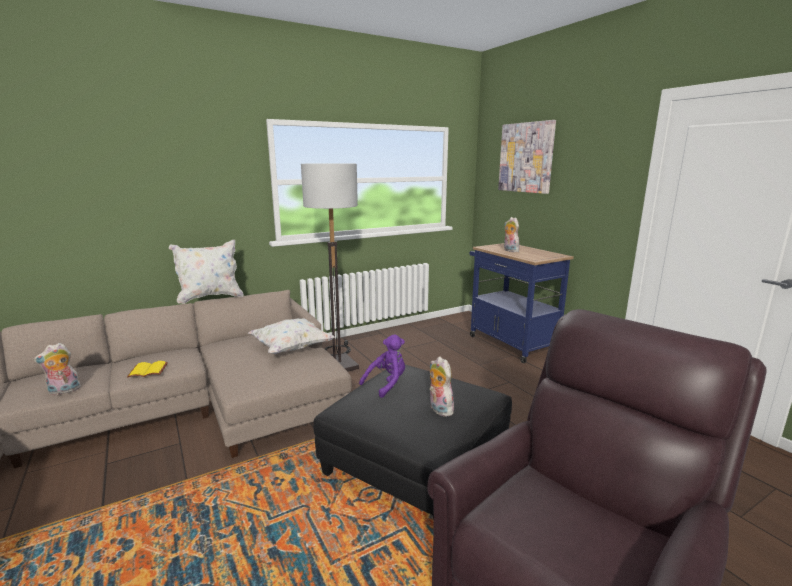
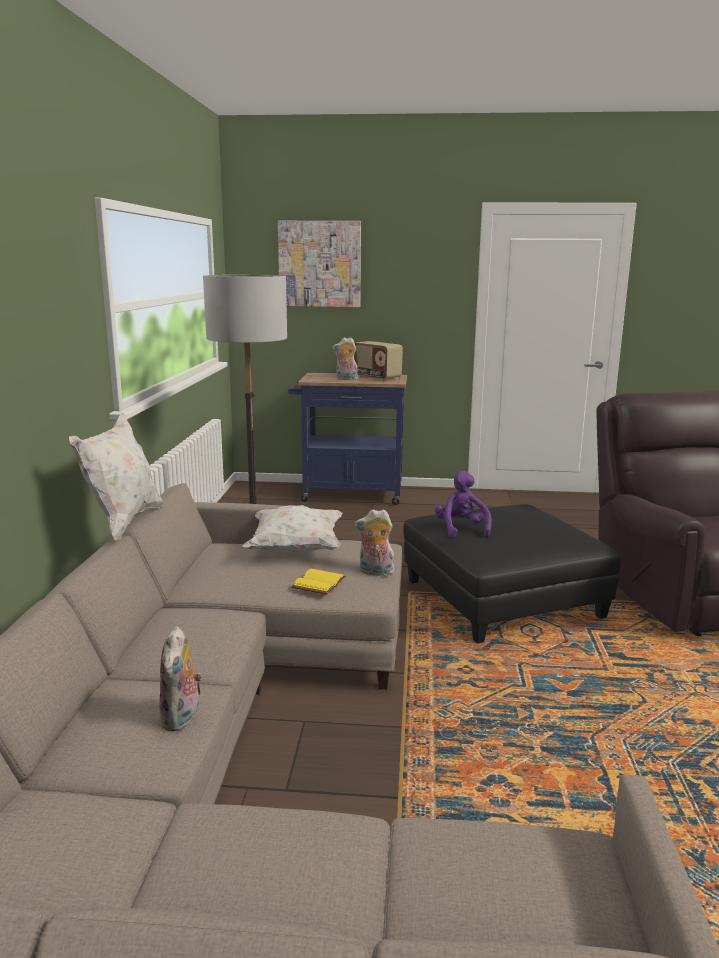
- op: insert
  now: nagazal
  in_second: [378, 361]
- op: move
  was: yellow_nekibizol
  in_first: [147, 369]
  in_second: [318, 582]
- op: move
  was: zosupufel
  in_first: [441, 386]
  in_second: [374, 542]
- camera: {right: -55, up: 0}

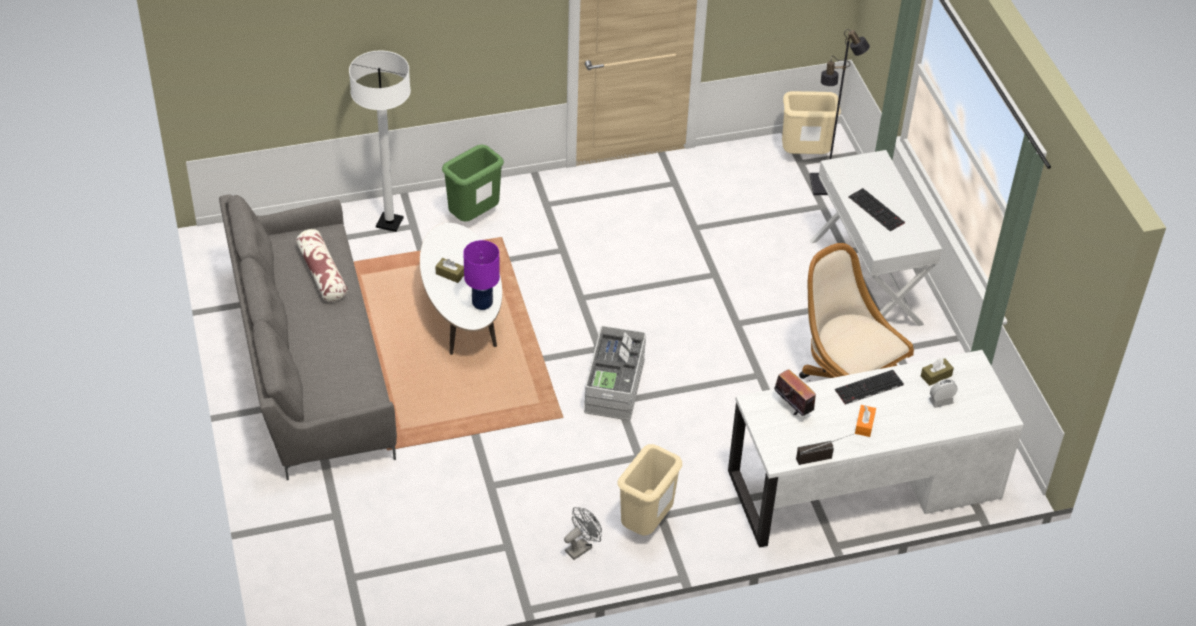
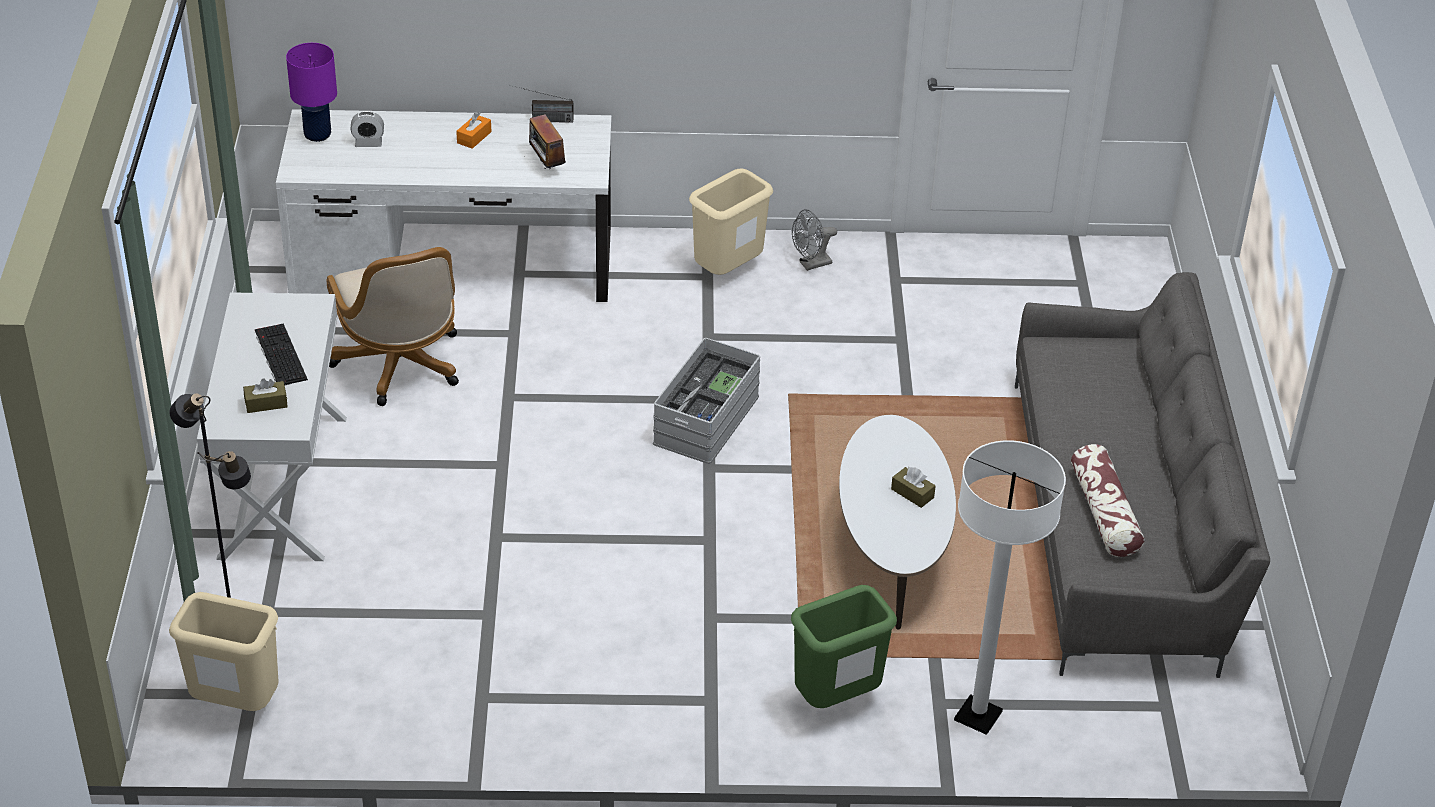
- op: delete
  was: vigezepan
  in_first: [869, 387]
- op: move
  was: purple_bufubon
  in_first: [481, 275]
  in_second: [311, 92]
- op: move
  was: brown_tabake
  in_first: [937, 372]
  in_second: [265, 395]
- camera: {right: -165, up: -5}

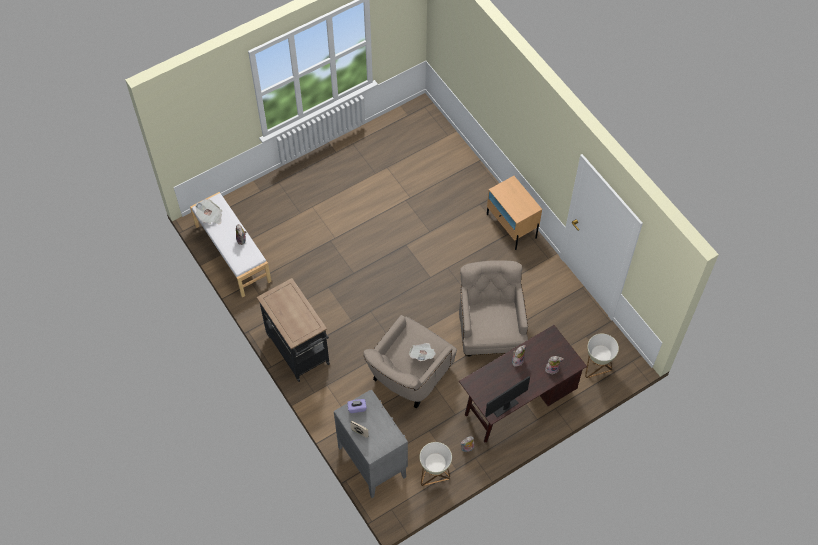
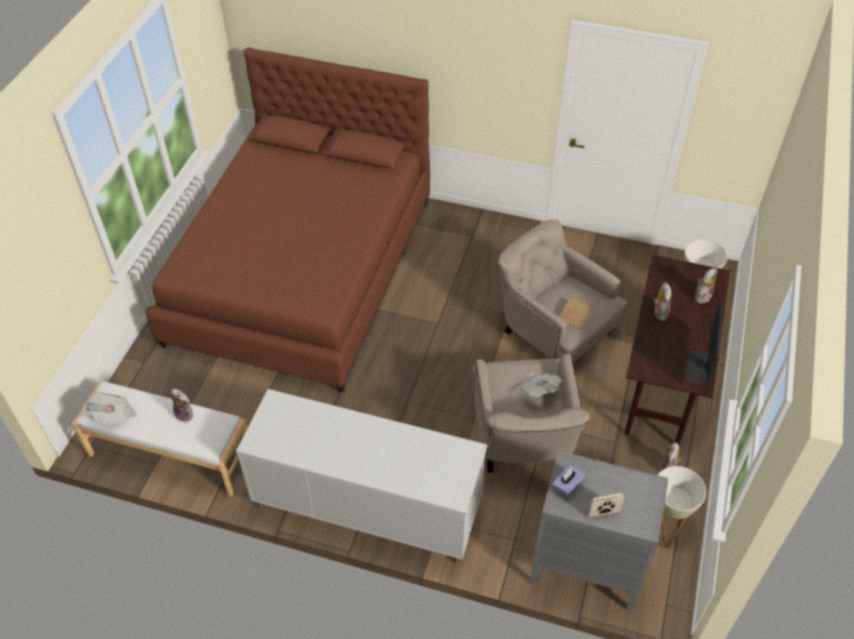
- op: delete
  was: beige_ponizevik
  in_first: [514, 213]
- op: insert
  now: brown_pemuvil
  in_second: [288, 219]
- op: insert
  now: nekibizol
  in_second: [576, 314]
- op: replace
  was: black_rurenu
  now: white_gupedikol
  in_first: [293, 330]
  in_second: [362, 477]
- camera: {right: -40, up: -10}

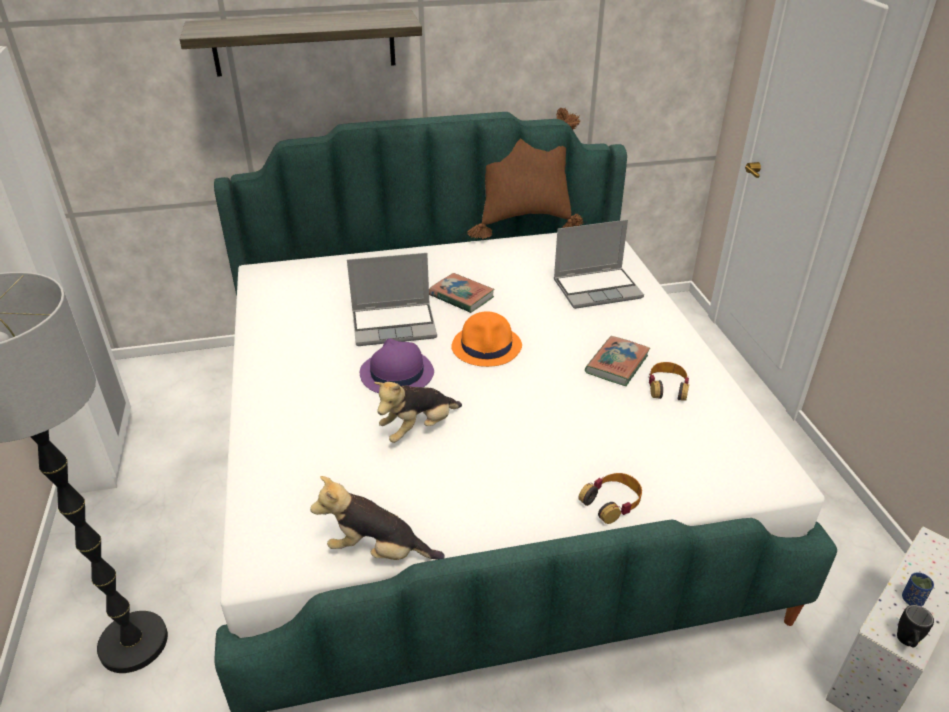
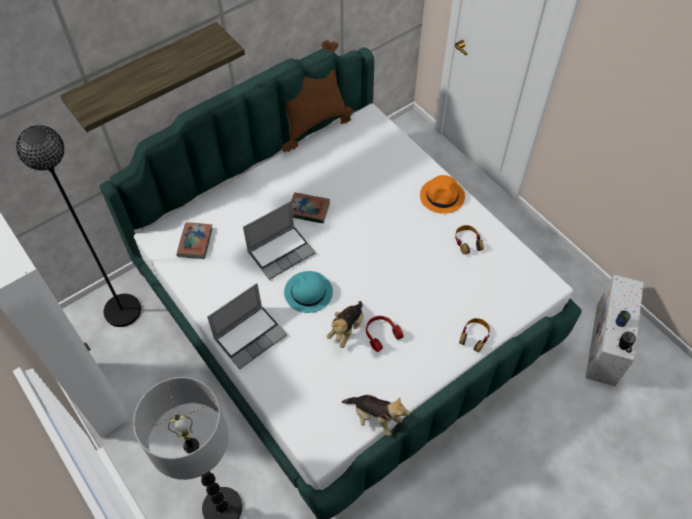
- op: insert
  now: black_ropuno
  in_second: [78, 226]
- op: insert
  now: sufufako
  in_second: [385, 334]
- op: move
  was: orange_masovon
  in_first: [486, 339]
  in_second: [442, 194]
- op: move
  was: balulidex
  in_first: [599, 264]
  in_second: [247, 326]
- op: move
  was: nekibizol
  in_first: [617, 361]
  in_second: [194, 240]
- op: recolor
  was: purple_masovon
  now: turquoise_masovon
  in_first: [397, 365]
  in_second: [308, 292]
- op: rotate
  was: zosupufel
  in_first: [377, 518]
  in_second: [376, 415]
  clockwise: -135
- camera: {right: -25, up: 20}

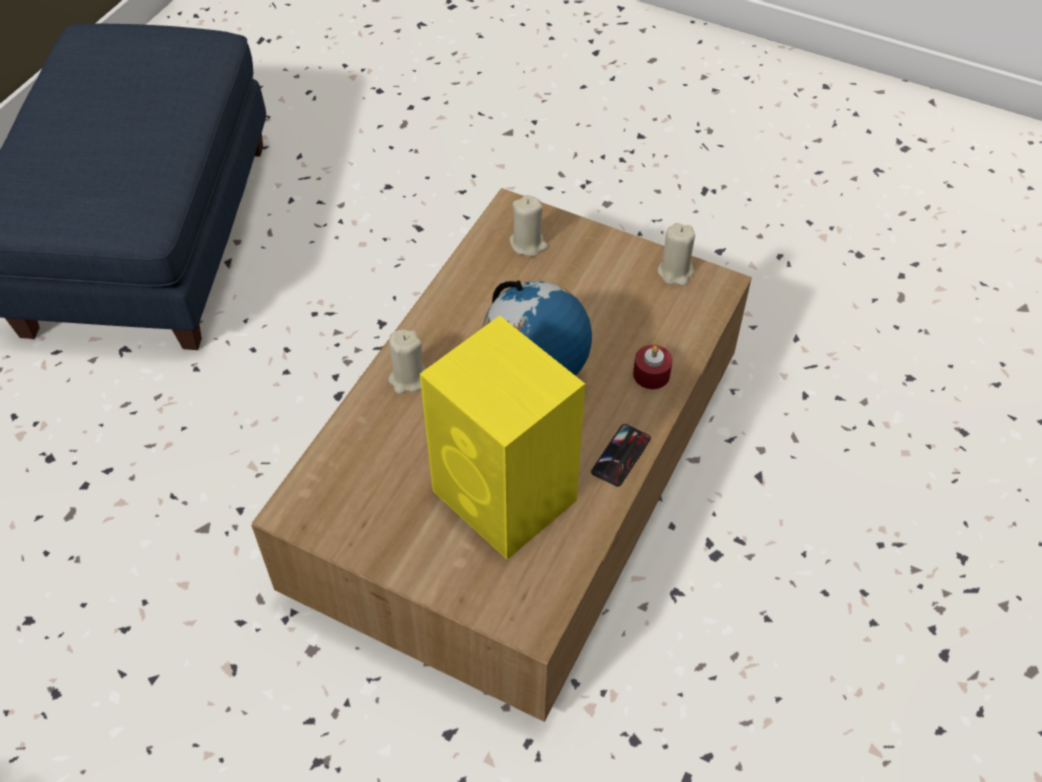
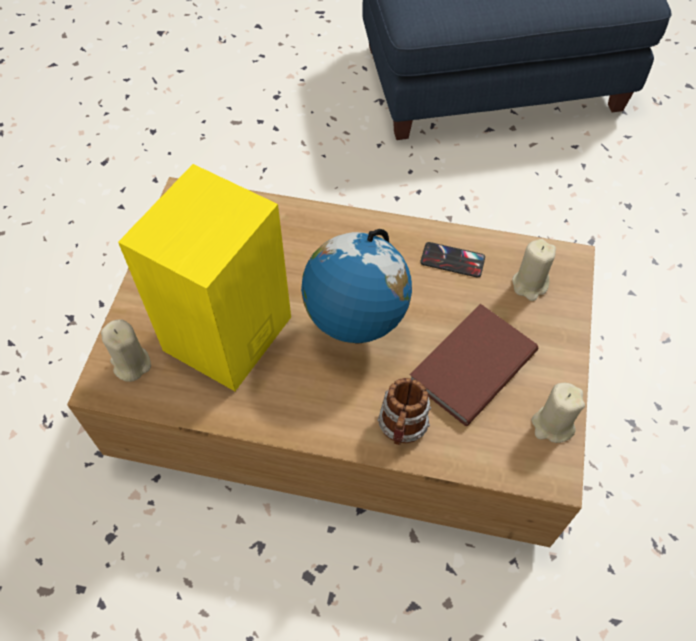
- op: insert
  now: brown_nekibizol
  in_second: [473, 365]
- op: move
  was: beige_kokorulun
  in_first: [406, 361]
  in_second: [126, 350]
- op: move
  was: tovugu
  in_first: [621, 455]
  in_second: [452, 260]
- op: replace
  was: red_kokorulun
  now: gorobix
  in_first: [653, 367]
  in_second: [404, 411]
- camera: {right: 75, up: 5}

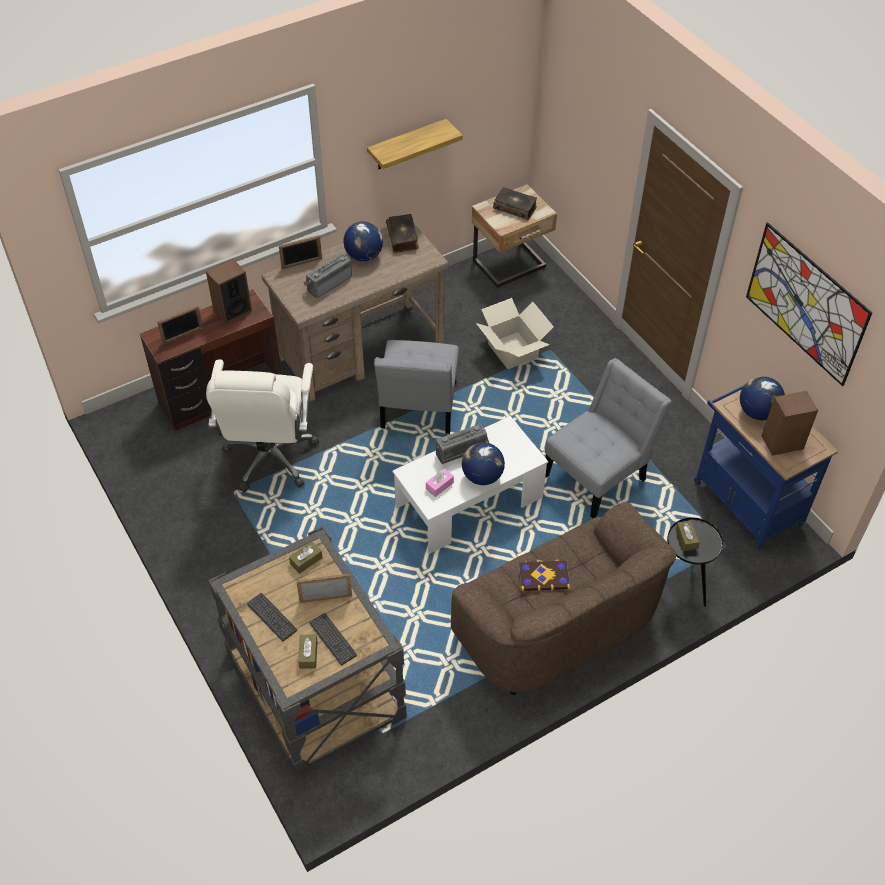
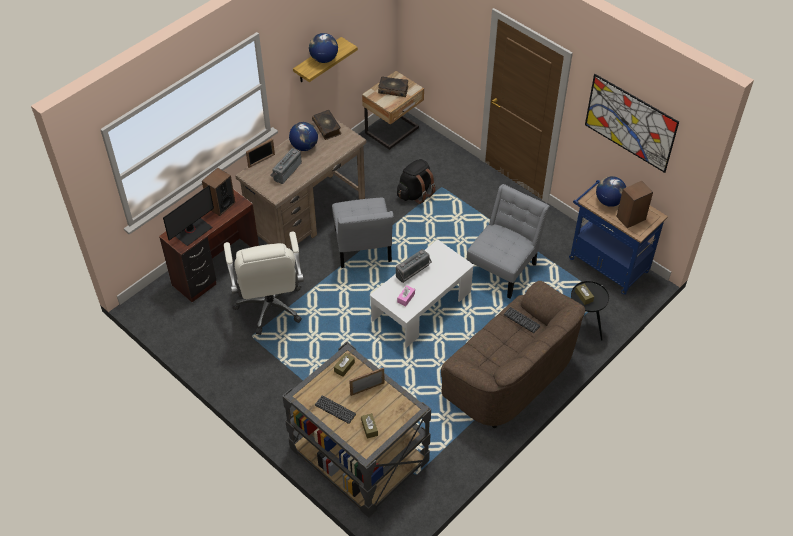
- op: delete
  was: nekibizol
  in_first: [544, 575]
- op: move
  was: vigezepan
  in_first: [333, 639]
  in_second: [522, 320]
- op: move
  was: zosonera
  in_first: [483, 463]
  in_second: [323, 48]
- op: replace
  was: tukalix
  now: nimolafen
  in_first: [180, 325]
  in_second: [188, 215]
- op: replace
  was: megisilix
  now: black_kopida
  in_first: [515, 333]
  in_second: [416, 181]
- camera: {right: -15, up: 0}

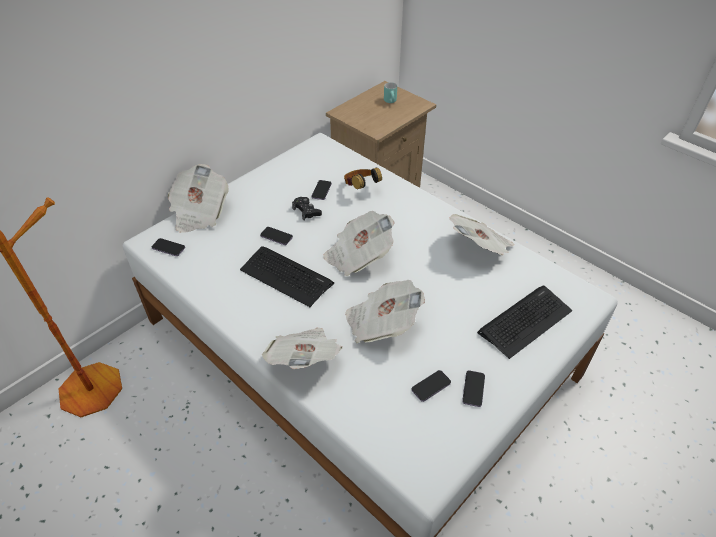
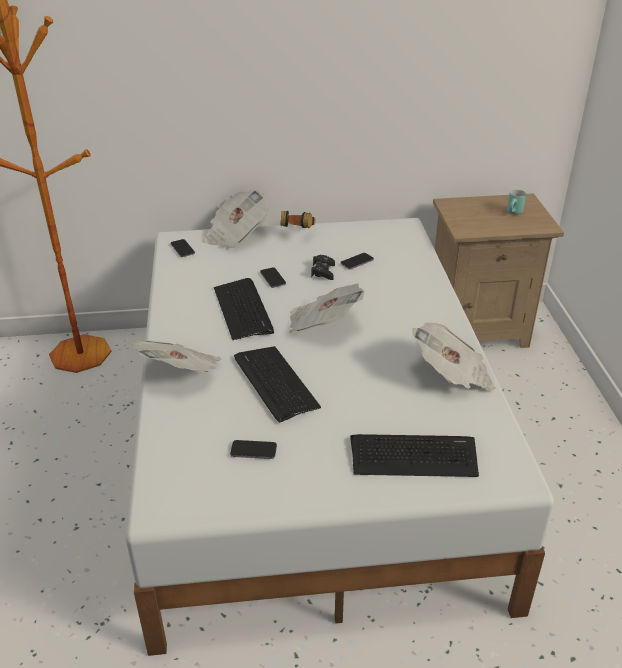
- op: delete
  was: tovugu
  in_first: [473, 389]
- op: move
  was: sufufako
  in_first: [363, 178]
  in_second: [297, 219]
- op: replace
  was: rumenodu
  now: vigezepan
  in_first: [385, 311]
  in_second: [277, 384]
- camera: {right: 40, up: -10}

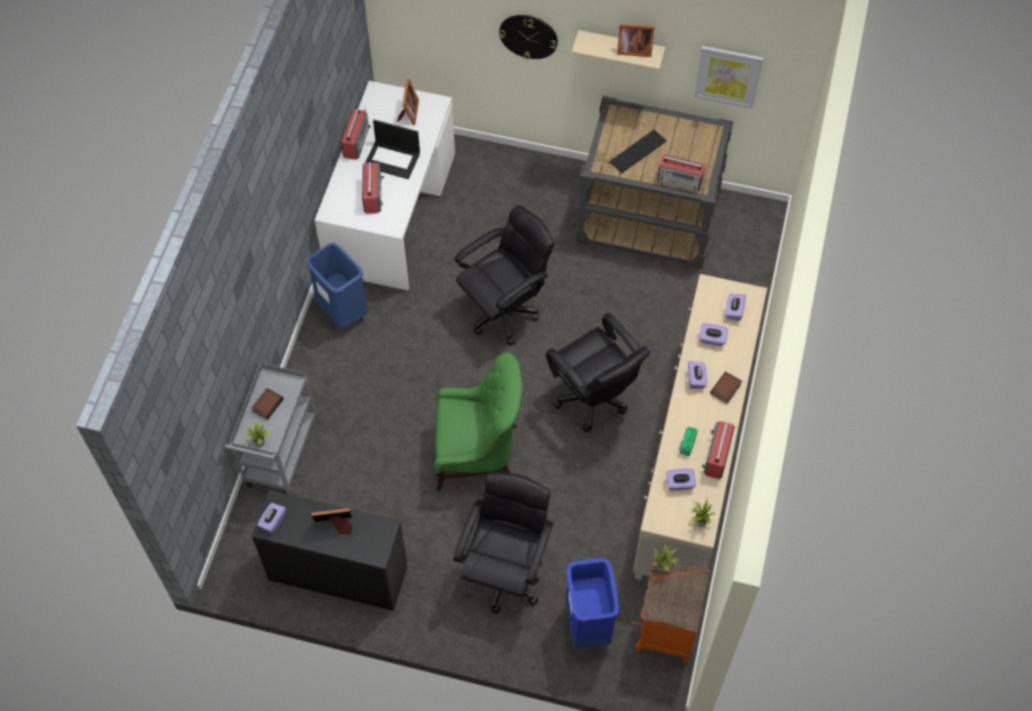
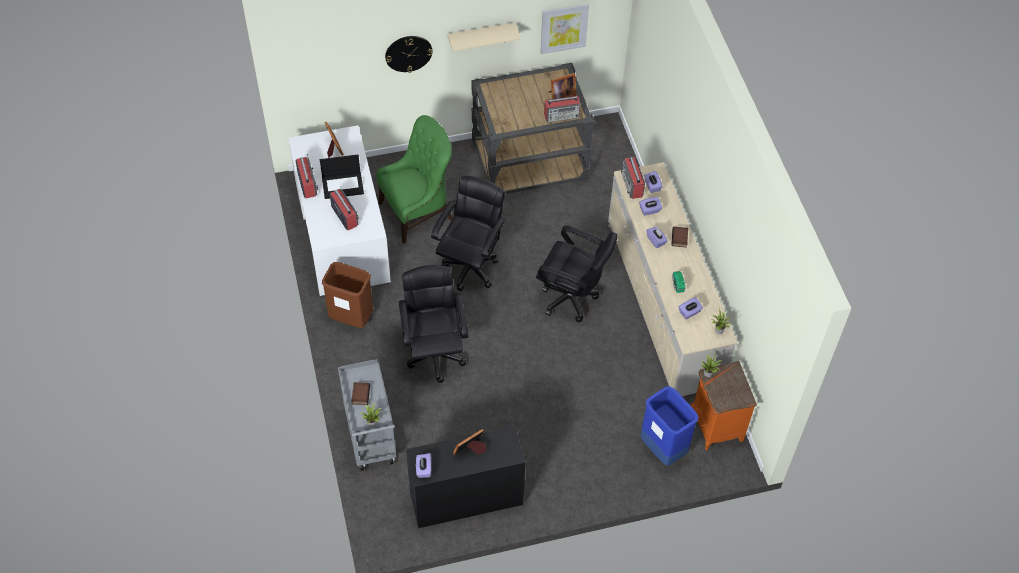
- op: delete
  was: vigezepan
  in_first: [637, 151]
- op: move
  was: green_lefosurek
  in_first: [479, 421]
  in_second: [414, 179]
- op: move
  was: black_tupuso
  in_first: [503, 543]
  in_second: [433, 324]
- op: move
  was: tukalix
  in_first: [635, 40]
  in_second: [563, 86]
- op: move
  was: nagazal
  in_first: [718, 450]
  in_second: [633, 178]
- op: recolor
  was: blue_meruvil
  now: brown_meruvil
  in_first: [337, 286]
  in_second: [347, 295]
- camera: {right: -30, up: -5}

